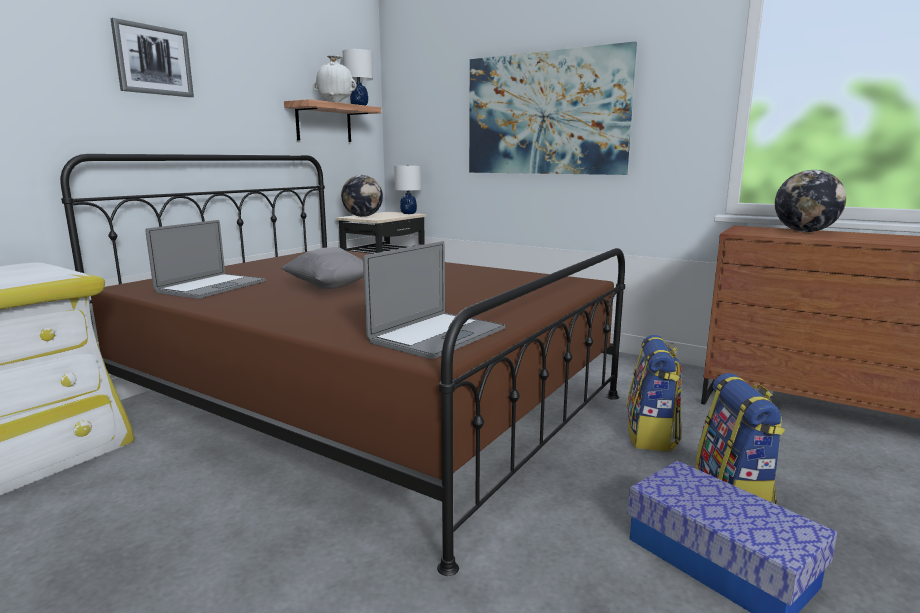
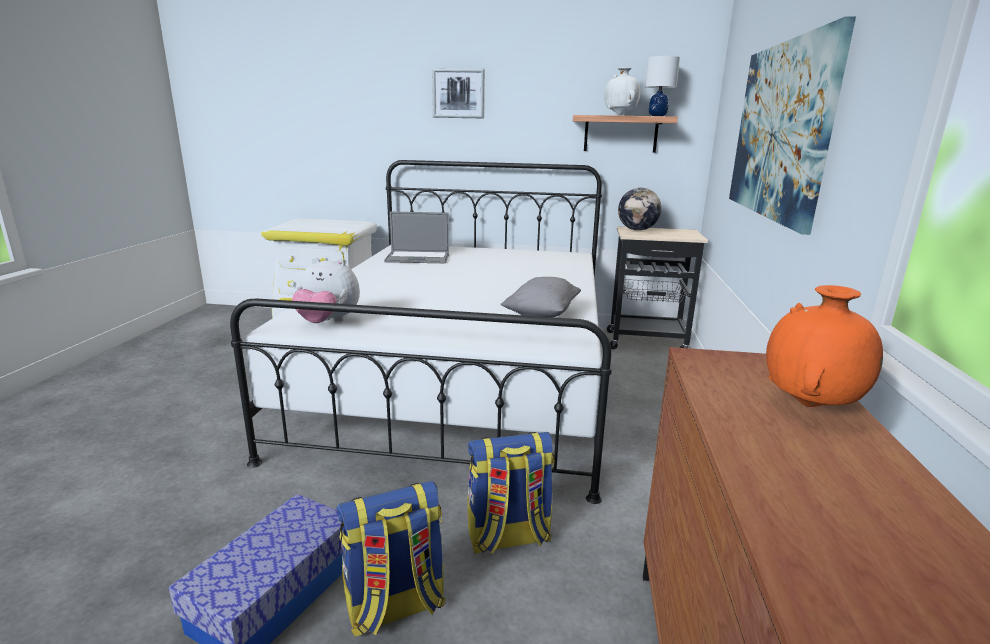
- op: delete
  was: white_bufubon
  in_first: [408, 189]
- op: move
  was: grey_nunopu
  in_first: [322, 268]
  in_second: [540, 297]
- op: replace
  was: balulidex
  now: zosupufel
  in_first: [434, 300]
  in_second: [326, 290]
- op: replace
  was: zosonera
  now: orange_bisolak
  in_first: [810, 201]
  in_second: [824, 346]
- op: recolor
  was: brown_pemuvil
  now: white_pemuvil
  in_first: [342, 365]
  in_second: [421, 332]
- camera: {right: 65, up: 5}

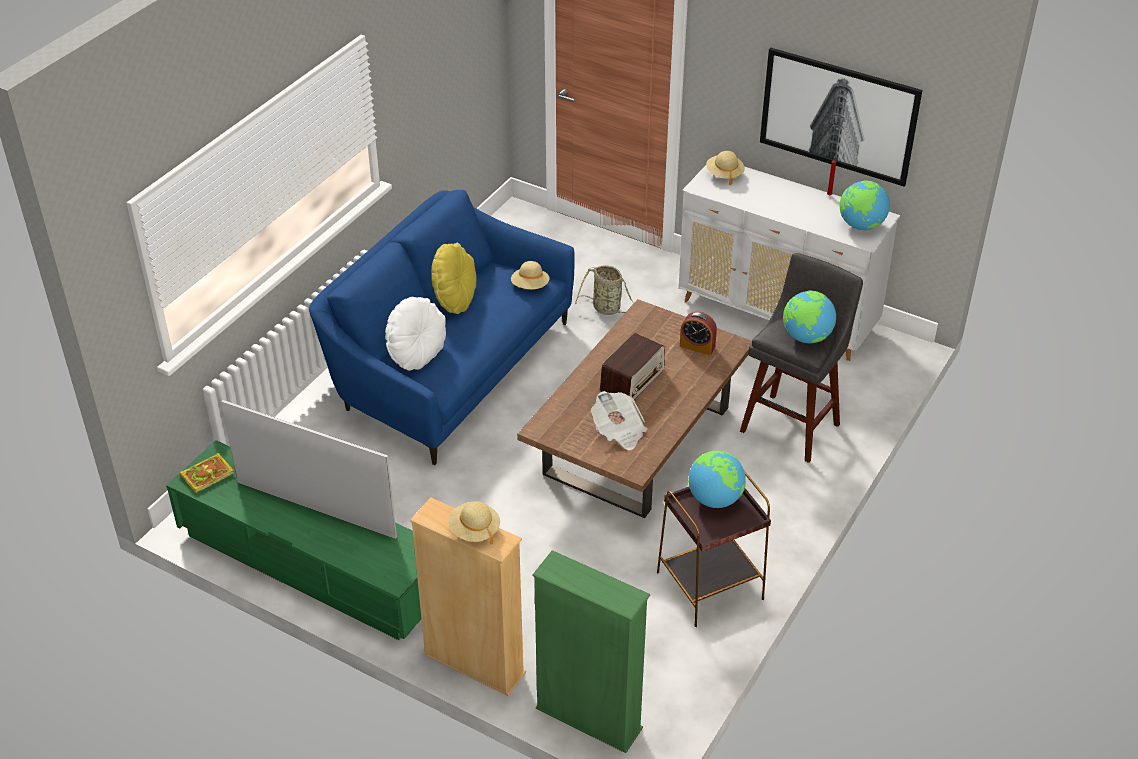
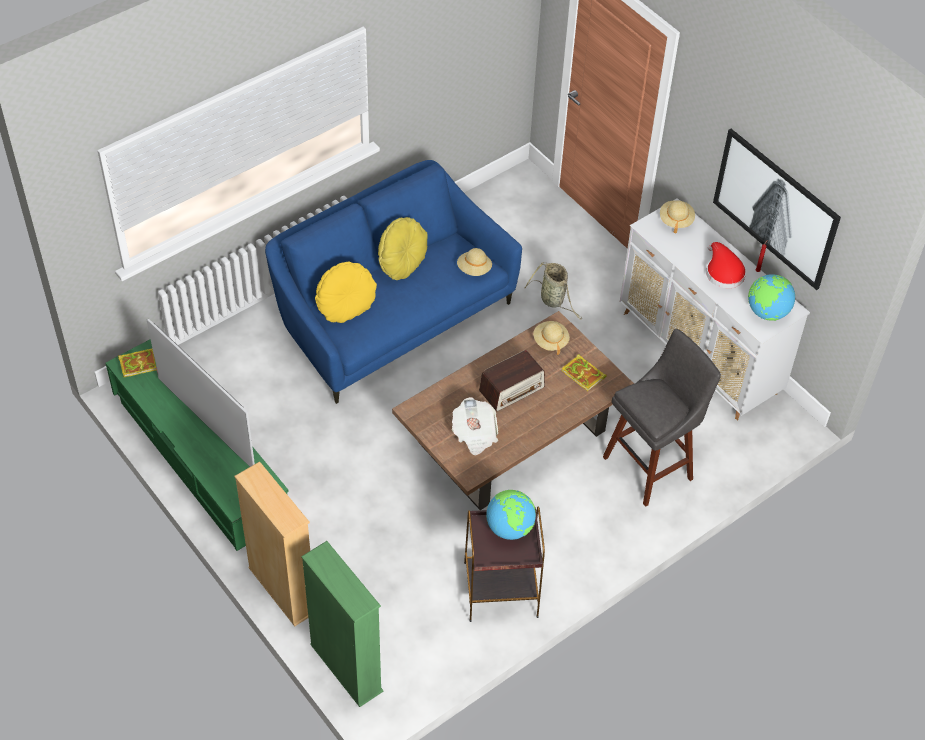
- op: delete
  was: zosonera
  in_first: [809, 317]
- op: insert
  now: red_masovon
  in_second: [726, 265]
- op: move
  was: beige_masovon
  in_first: [474, 523]
  in_second: [551, 338]
- op: replace
  was: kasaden
  now: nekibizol
  in_first: [698, 333]
  in_second: [584, 372]
- op: recolor
  was: white_nunopu
  now: yellow_nunopu
  in_first: [415, 334]
  in_second: [346, 292]
- camera: {right: 20, up: 10}

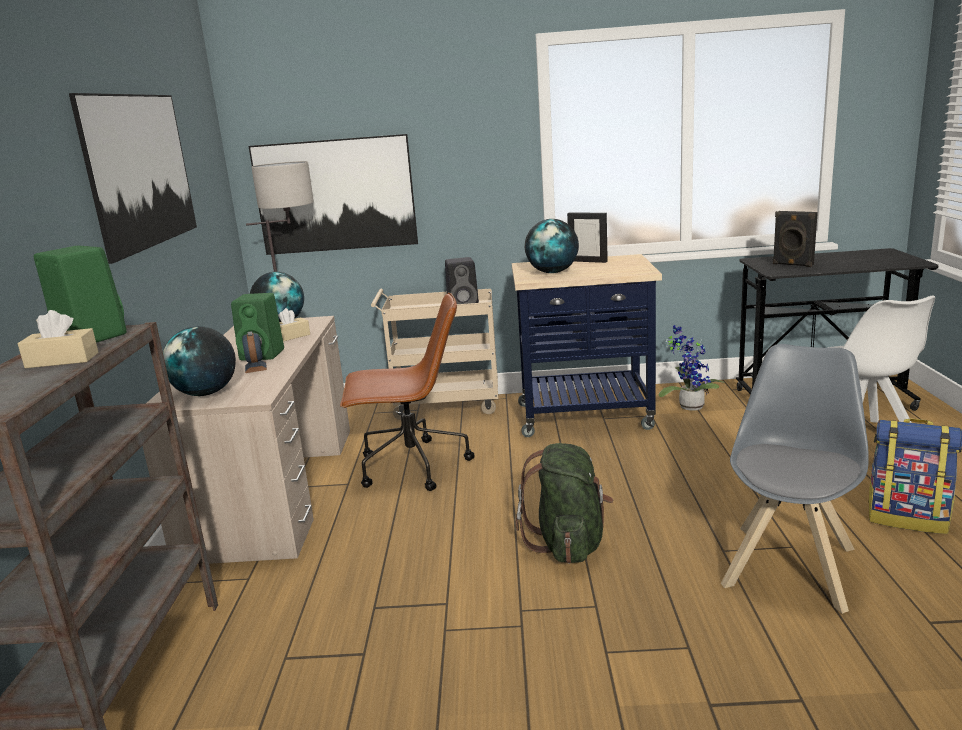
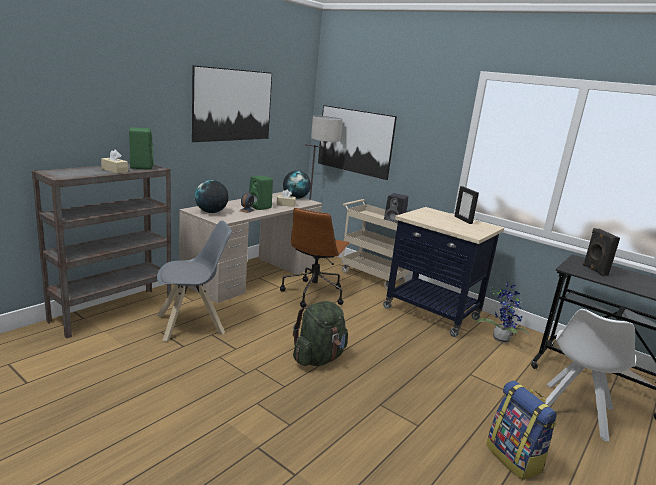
- op: delete
  was: zosonera
  in_first: [552, 246]
- op: move
  was: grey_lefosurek
  in_first: [795, 479]
  in_second: [194, 281]
- op: rotate
  was: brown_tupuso
  in_first: [407, 391]
  in_second: [315, 258]
  clockwise: 75
- camera: {right: 35, up: 0}

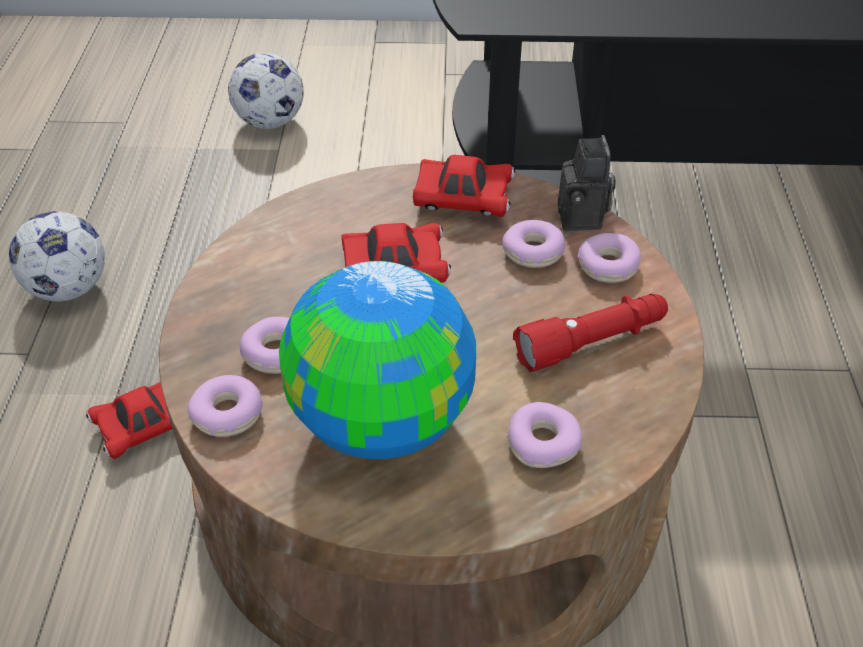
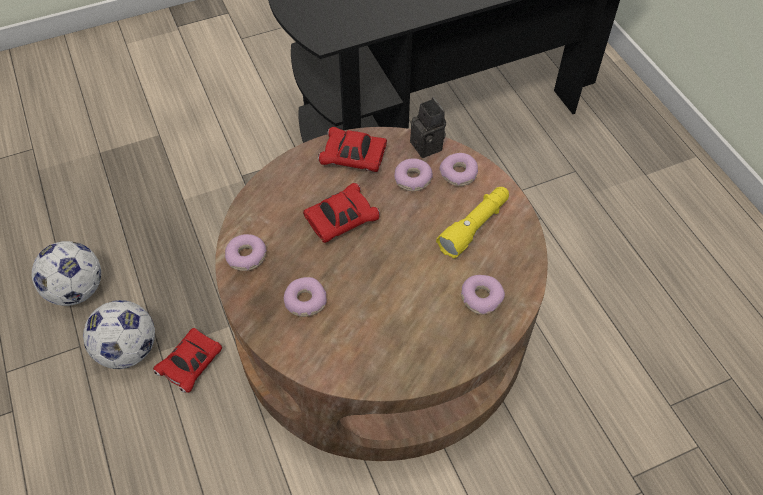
- op: delete
  was: zosonera
  in_first: [377, 360]
- op: move
  was: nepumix
  in_first: [225, 406]
  in_second: [246, 252]
- op: move
  was: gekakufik
  in_first: [266, 91]
  in_second: [119, 334]
- op: recolor
  was: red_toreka
  now: yellow_toreka
  in_first: [590, 333]
  in_second: [472, 222]
- op: rotate
  was: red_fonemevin
  in_first: [464, 186]
  in_second: [352, 149]
  clockwise: -150
- camera: {right: -25, up: 10}

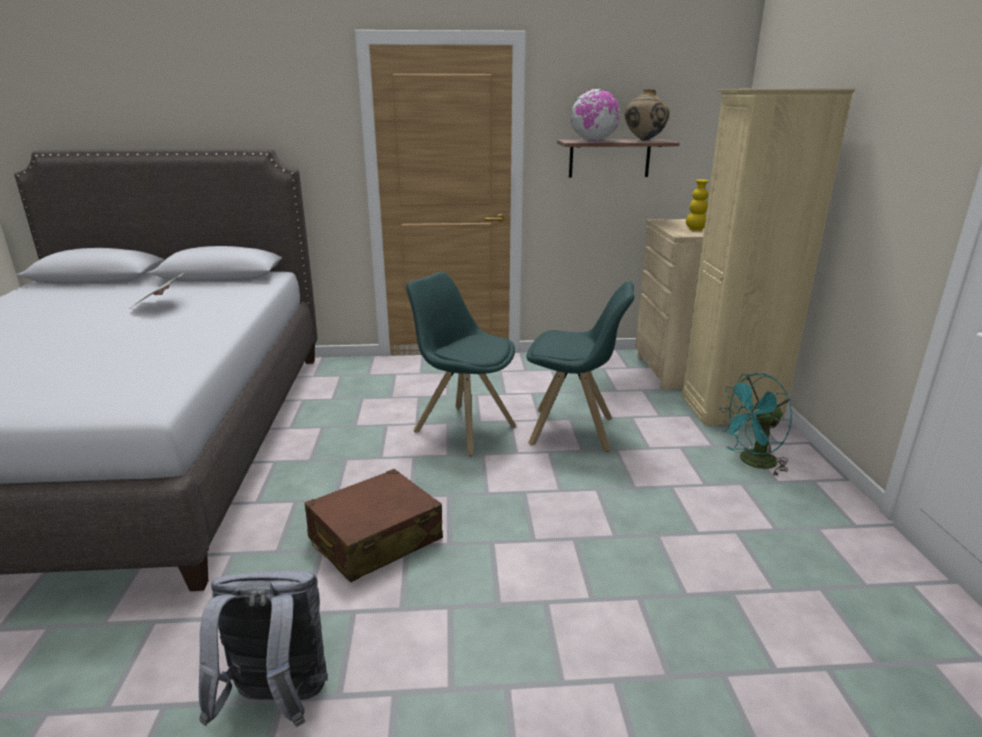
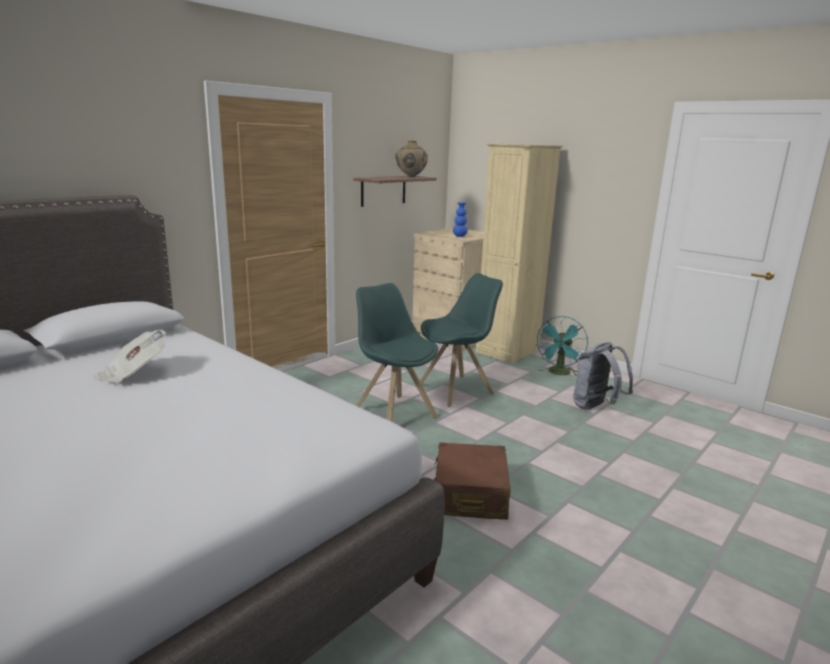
- op: delete
  was: zosonera
  in_first: [595, 115]
- op: move
  was: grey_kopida
  in_first: [263, 648]
  in_second: [603, 376]
- op: recolor
  was: yellow_bisolak
  now: blue_bisolak
  in_first: [697, 205]
  in_second: [460, 219]
- op: rotate
  was: turquoise_lefosurek
  in_first: [461, 364]
  in_second: [397, 352]
  clockwise: 60
- camera: {right: -45, up: -5}

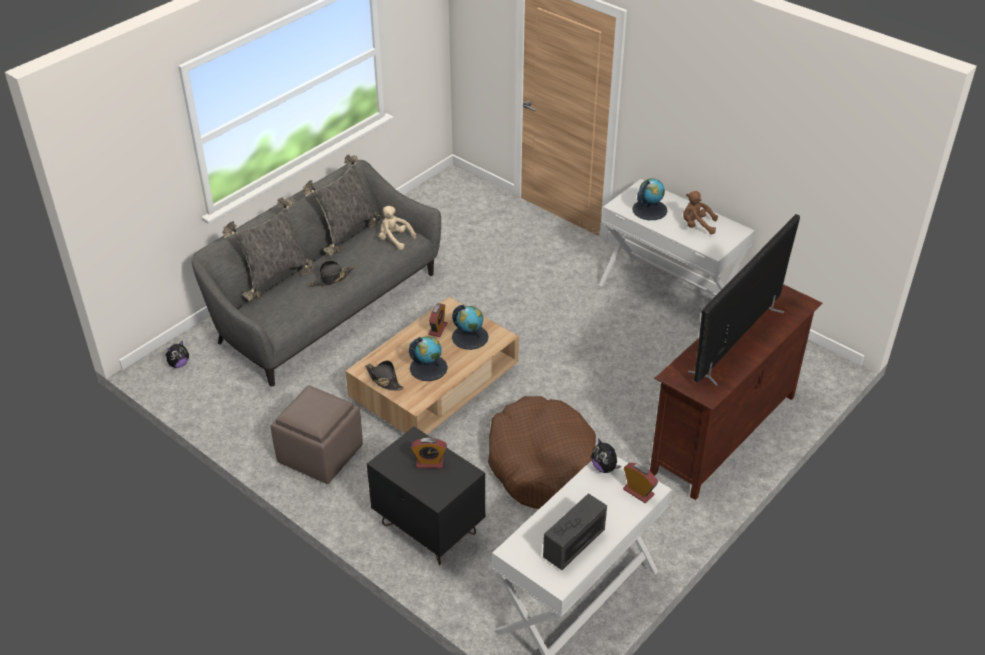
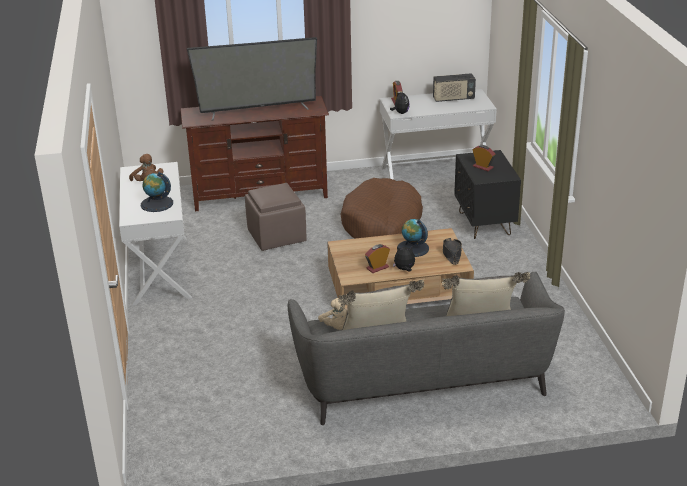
- op: delete
  was: black_masovon
  in_first: [332, 273]
- op: delete
  was: zosonera
  in_first: [470, 327]
- op: move
  was: zosupufel
  in_first: [177, 354]
  in_second: [404, 259]
- op: move
  was: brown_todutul
  in_first: [316, 434]
  in_second: [275, 217]
- camera: {right: -140, up: -10}

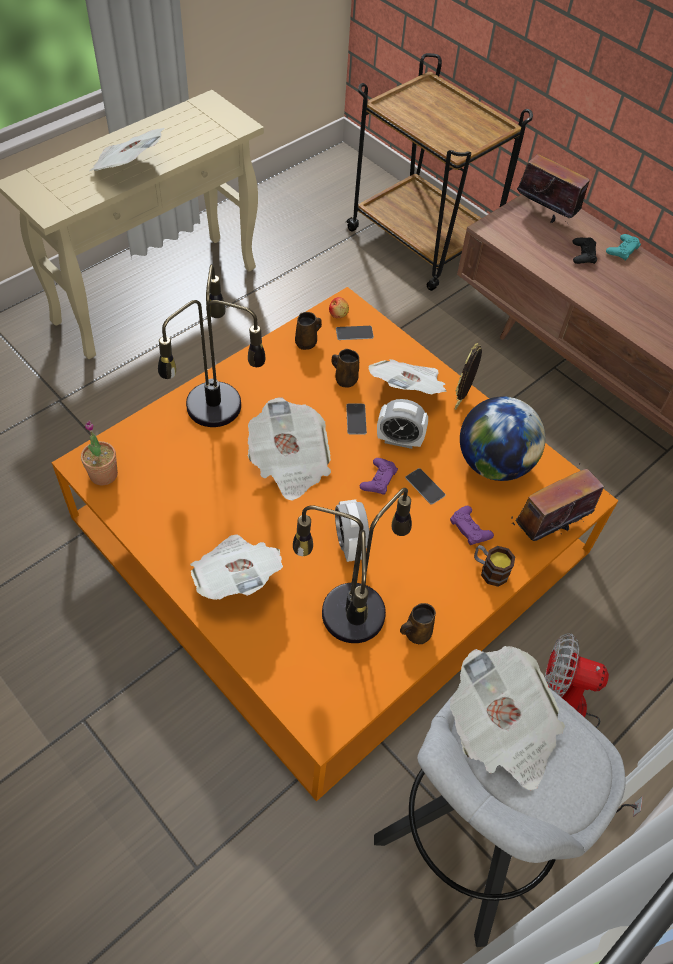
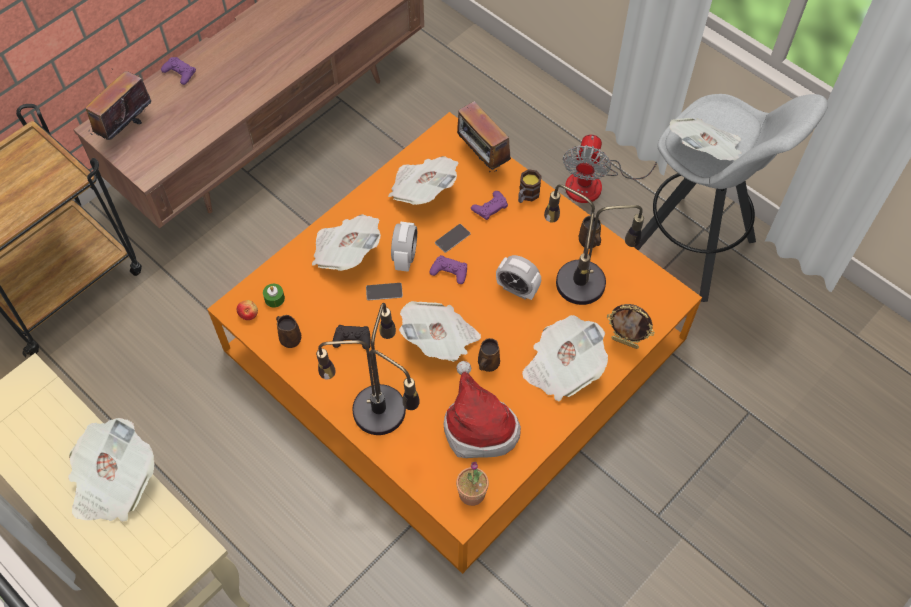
- op: insert
  now: masovon
  in_second: [482, 409]
- op: move
  was: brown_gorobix
  in_first: [345, 368]
  in_second: [489, 355]
- op: move
  was: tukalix
  in_first: [468, 376]
  in_second: [630, 326]
- op: move
  was: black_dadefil
  in_first: [584, 250]
  in_second: [352, 337]
- op: replace
  was: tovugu
  now: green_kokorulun
  in_first: [355, 333]
  in_second: [274, 296]
- op: replace
  was: zosonera
  now: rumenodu
  in_first: [502, 438]
  in_second: [423, 180]
- op: recolor
  was: turquoise_dadefil
  now: purple_dadefil
  in_first: [623, 247]
  in_second: [178, 71]
- op: rotate
  was: kasaden
  in_first: [352, 530]
  in_second: [518, 277]
  clockwise: 45
- camera: {right: -90, up: 5}

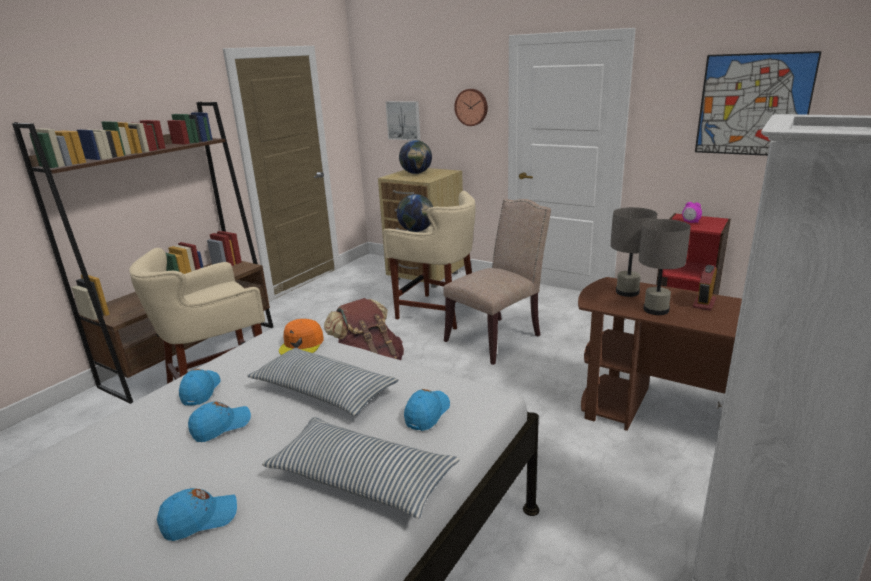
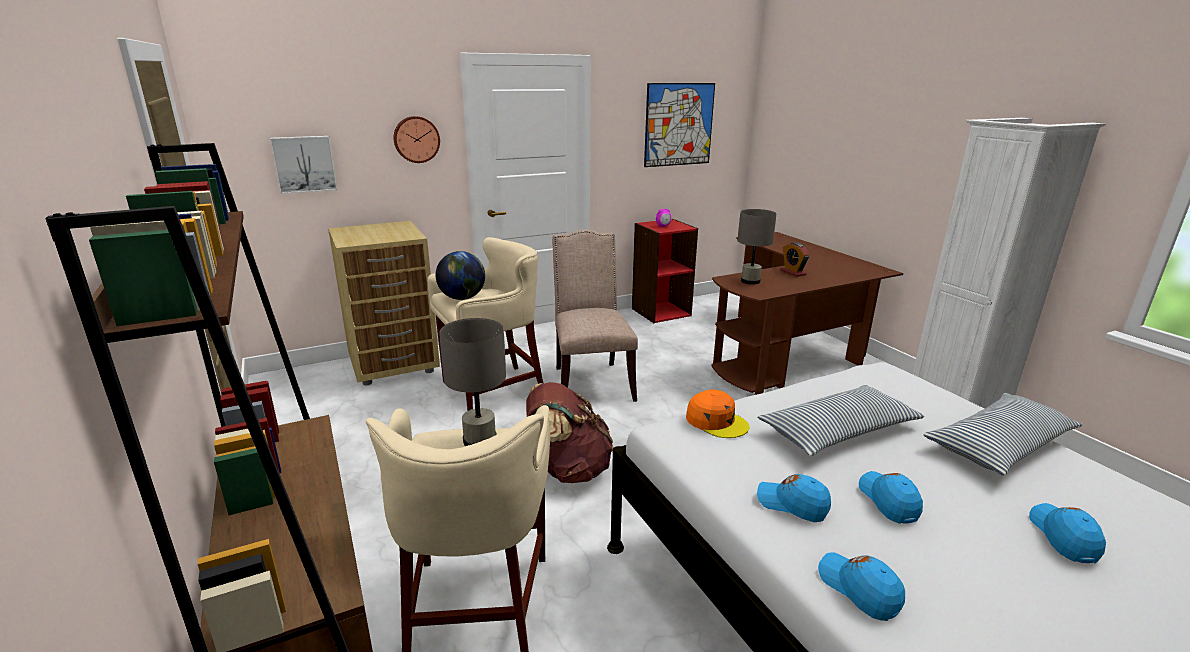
- op: delete
  was: zosonera
  in_first: [415, 157]
- op: move
  was: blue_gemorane
  in_first: [427, 410]
  in_second: [861, 586]
- op: move
  was: grey_bufubon
  in_first: [665, 267]
  in_second: [472, 382]
- camera: {right: -60, up: 0}

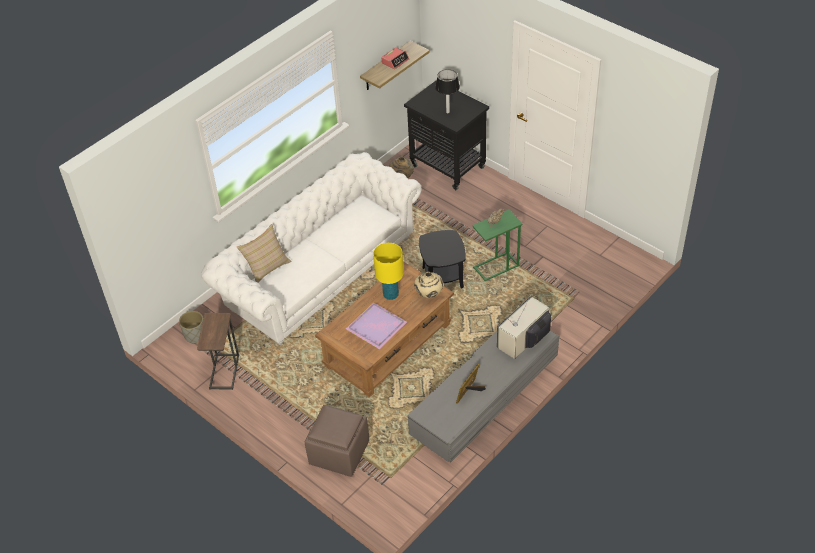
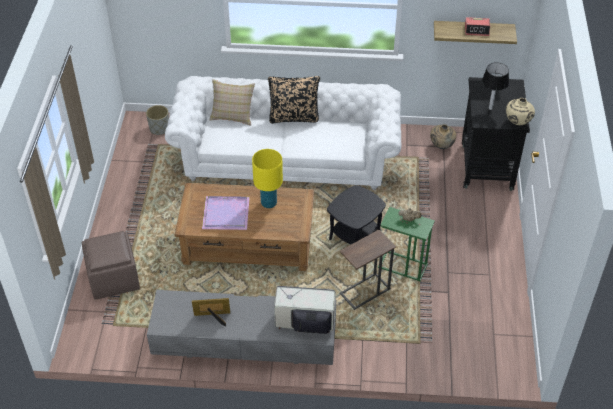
- op: insert
  now: black_nunopu
  in_second: [294, 100]
- op: move
  was: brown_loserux
  in_first: [218, 351]
  in_second: [367, 270]
- op: move
  was: beige_bisolak
  in_first: [428, 285]
  in_second: [520, 111]
- camera: {right: 50, up: 0}

